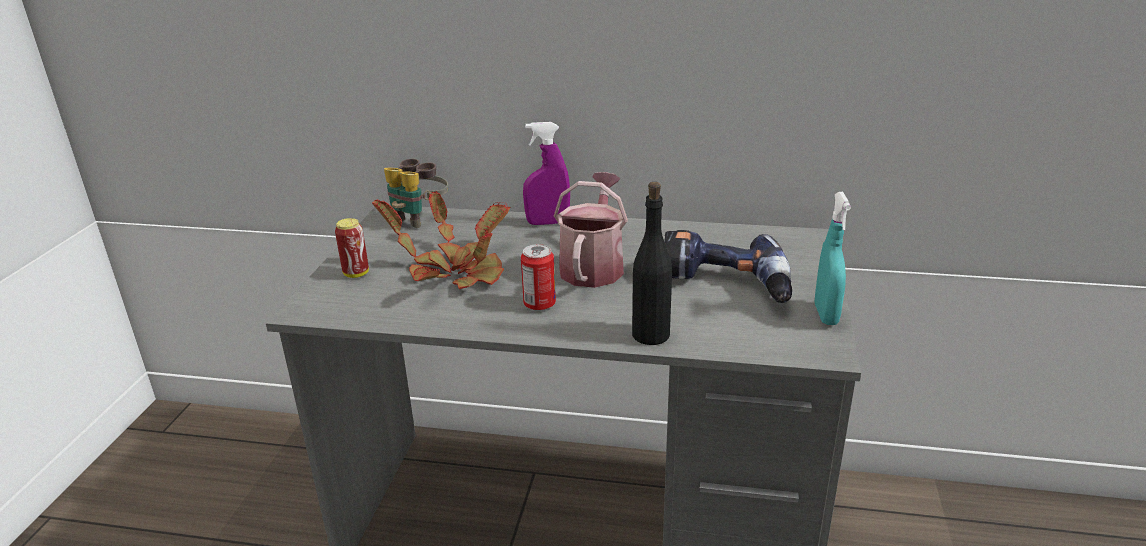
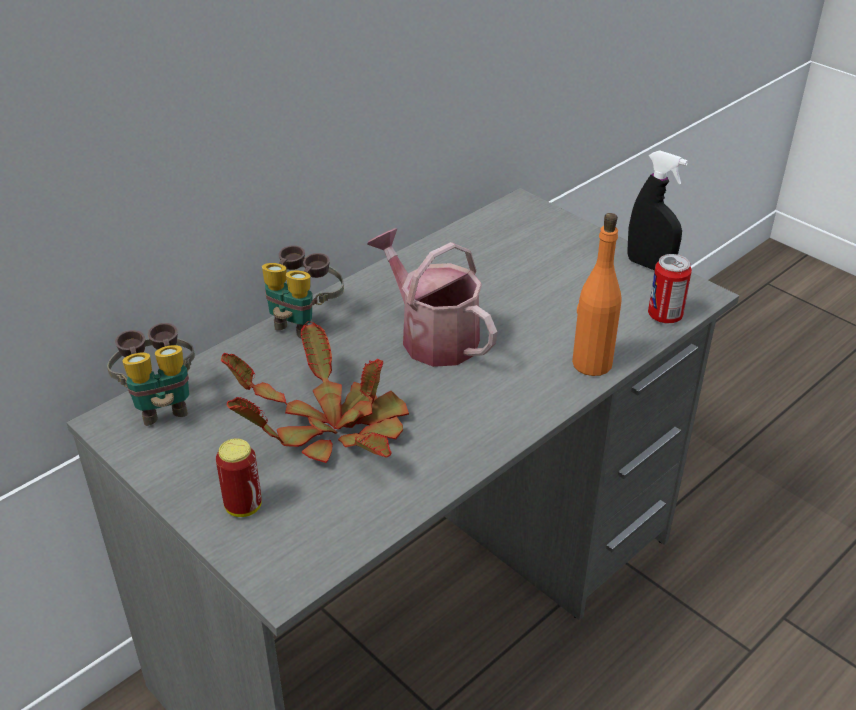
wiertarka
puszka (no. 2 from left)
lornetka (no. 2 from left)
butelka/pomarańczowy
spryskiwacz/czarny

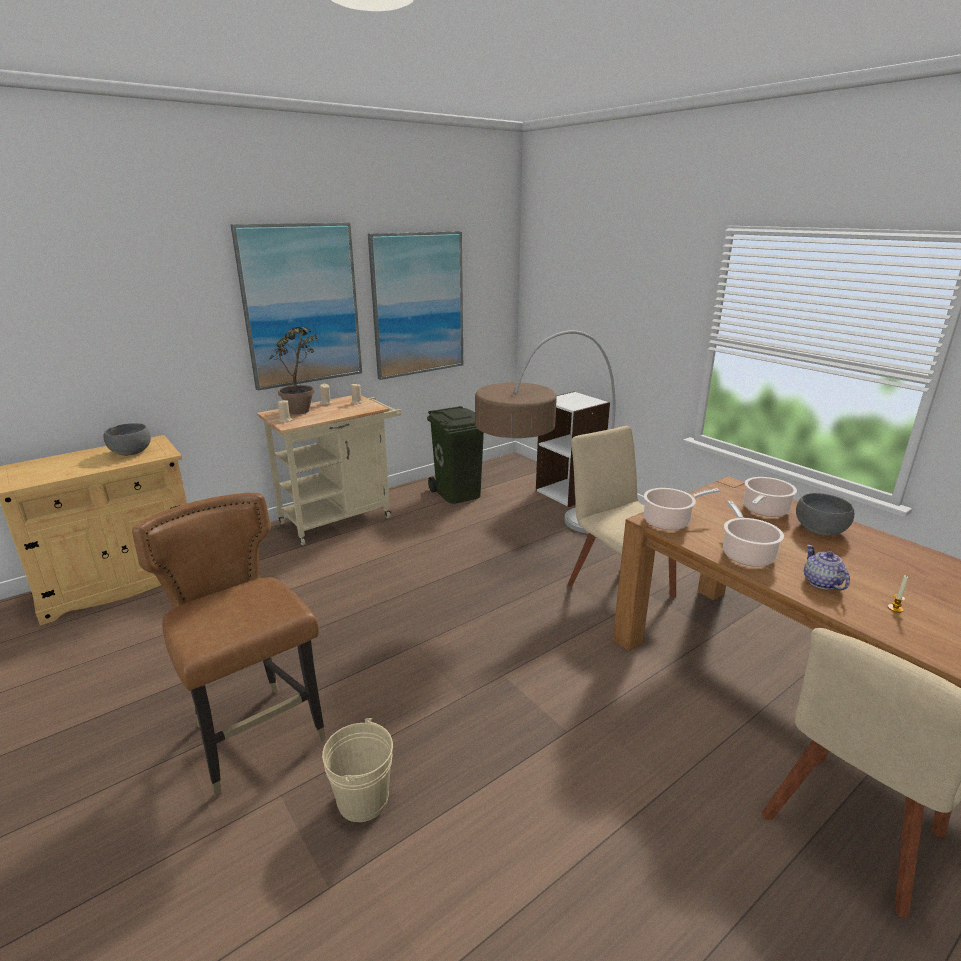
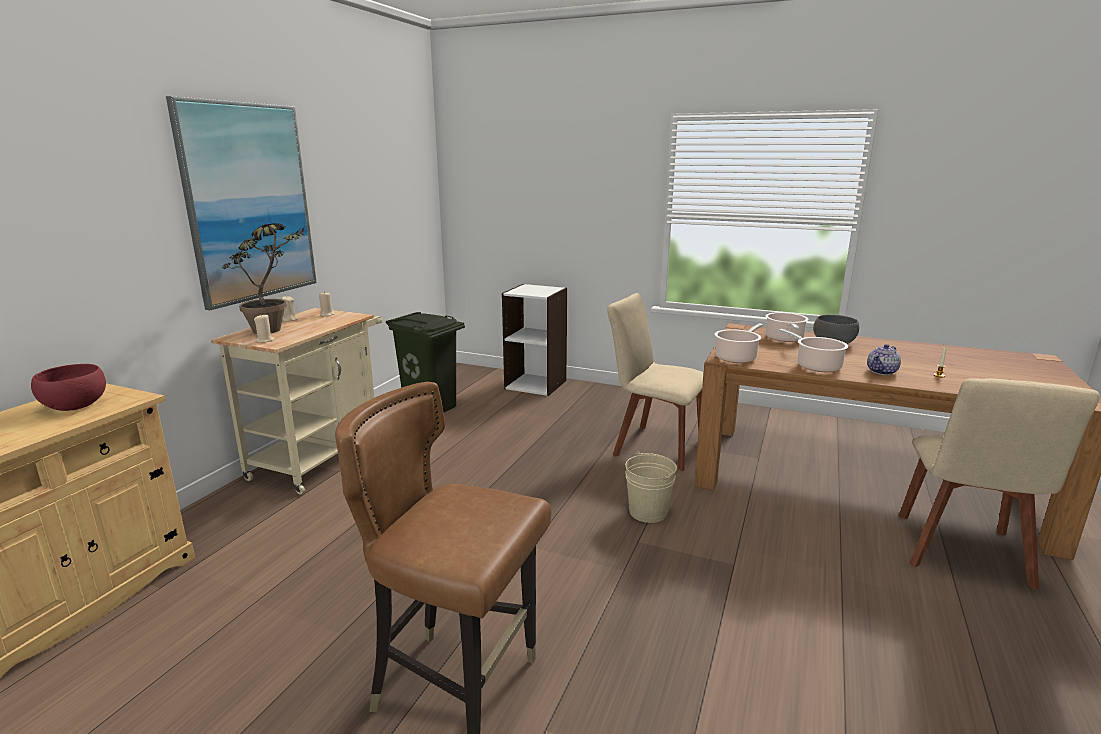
obraz (no. 2 from left in the first image)
lampa stojąca
wiadro/beżowy
miska/czerwony
imbryk

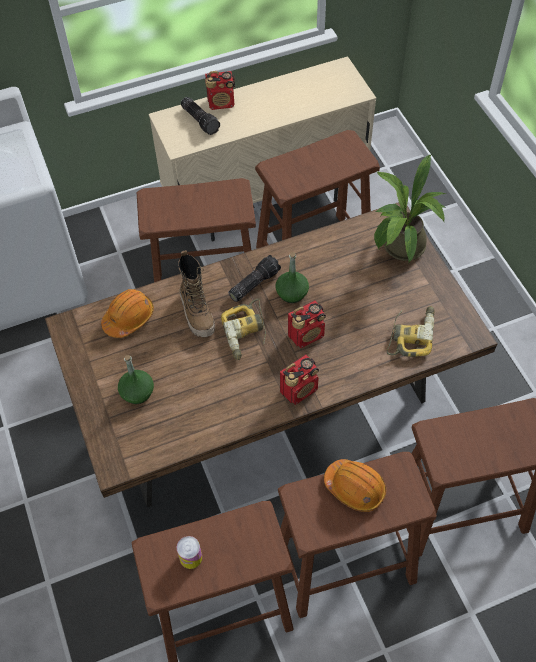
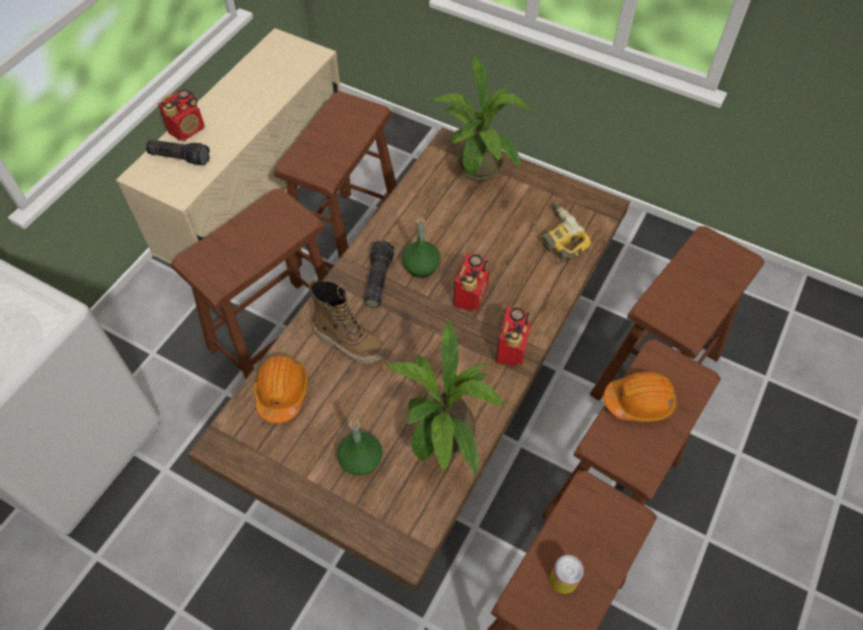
wiertarka (no. 1 from left in the first image)
roślina doniczkowa (no. 1 from left)

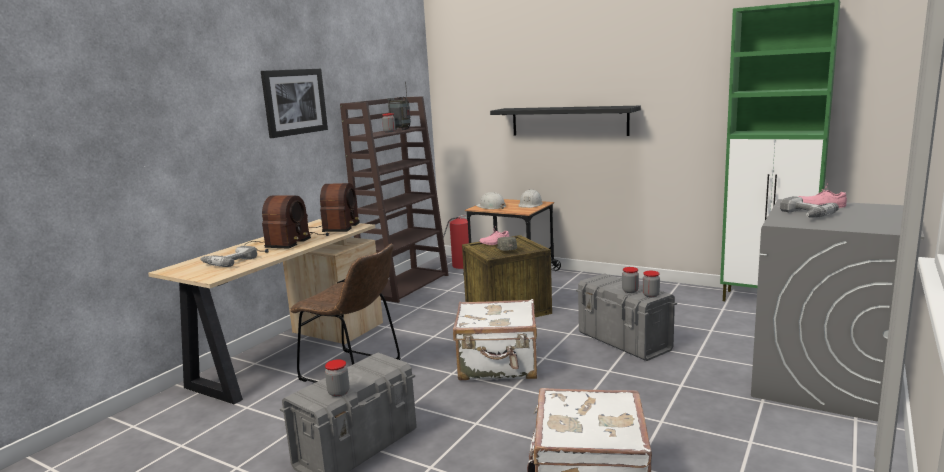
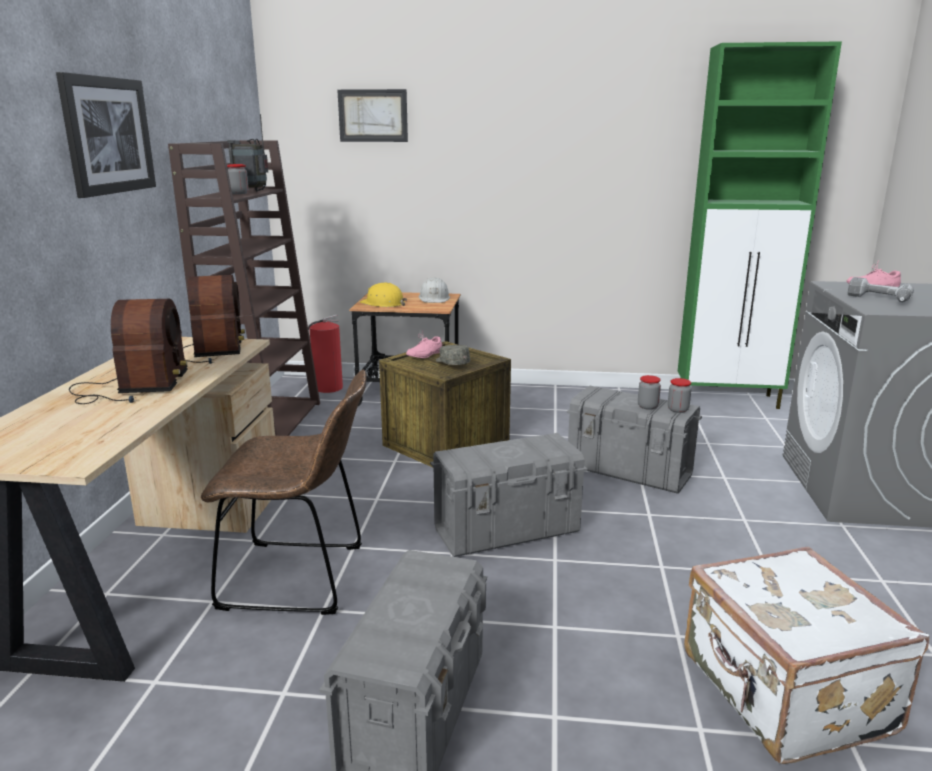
wiertarka (no. 1 from left in the first image)
słoik (no. 1 from left in the first image)
półka/czarny
obraz (no. 2 from left)
pojemnik do przechowywania/szary (no. 2 from left)
kask/żółty

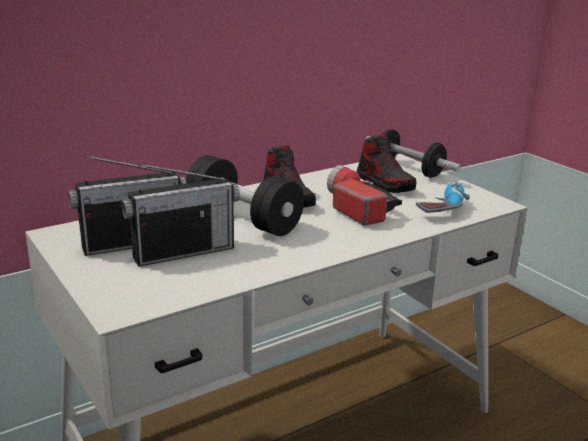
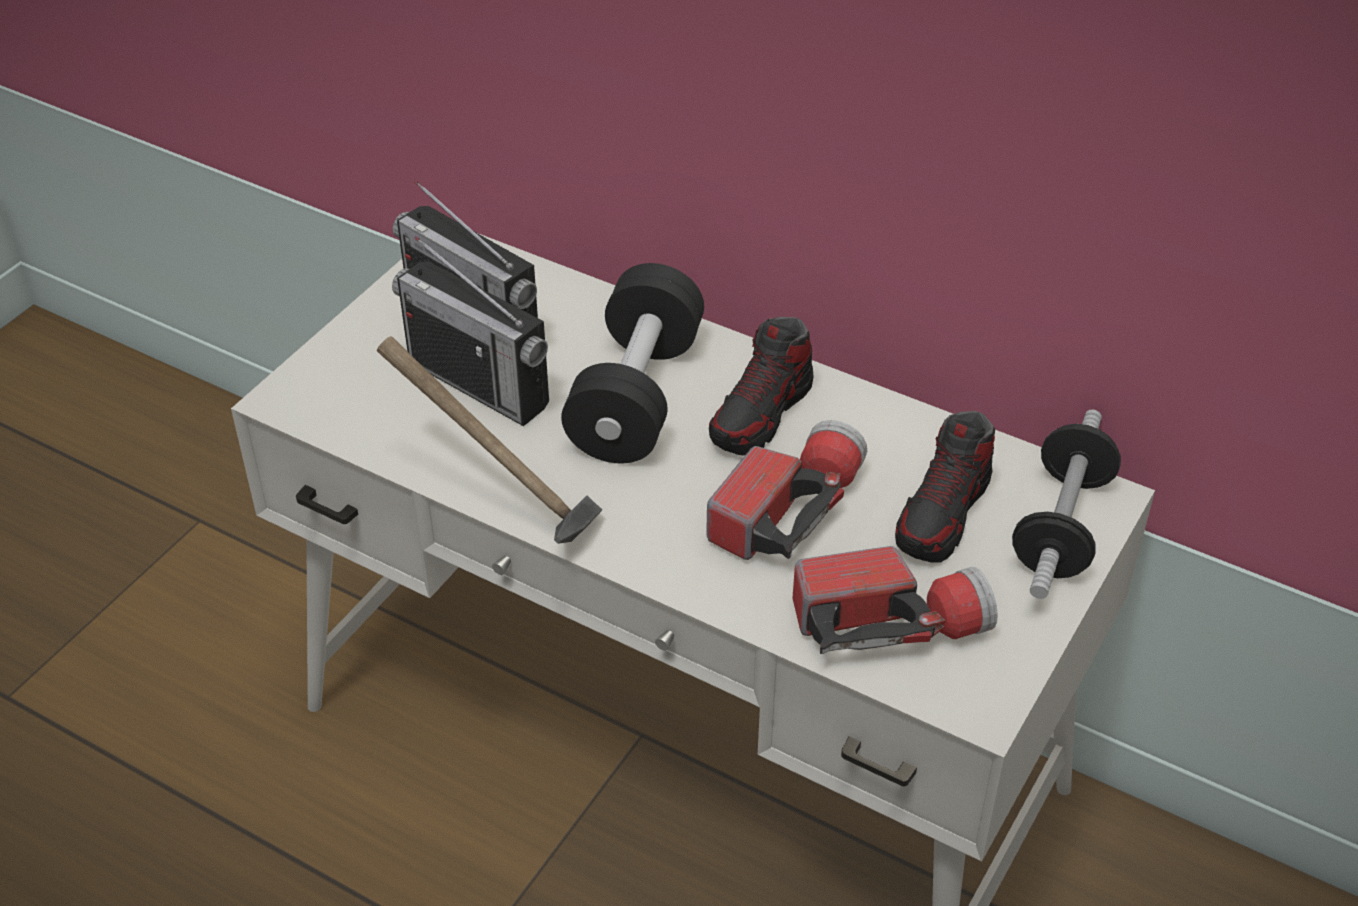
młotek
latarka (no. 2 from left)

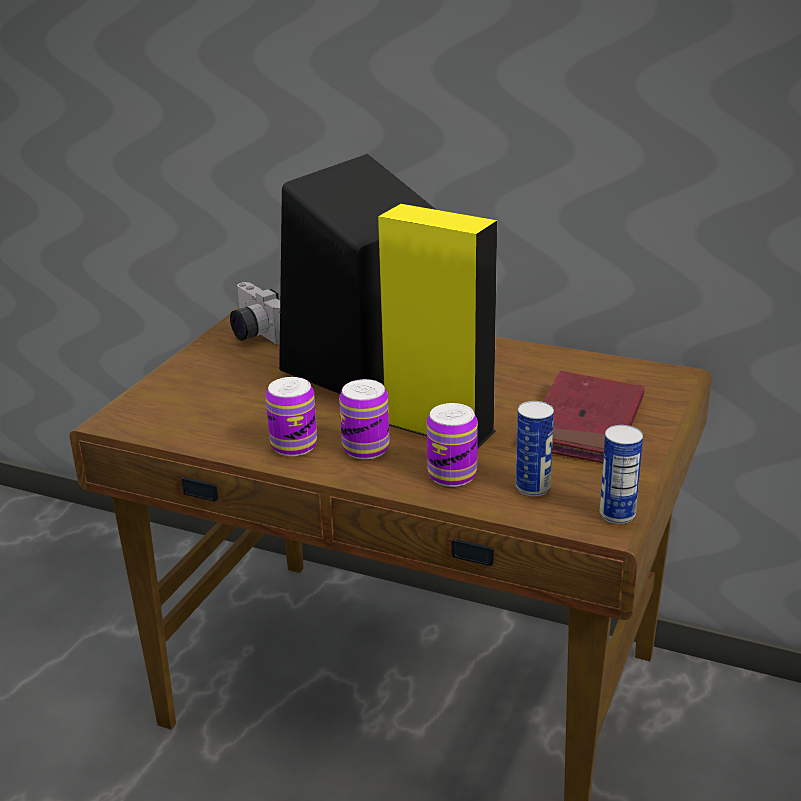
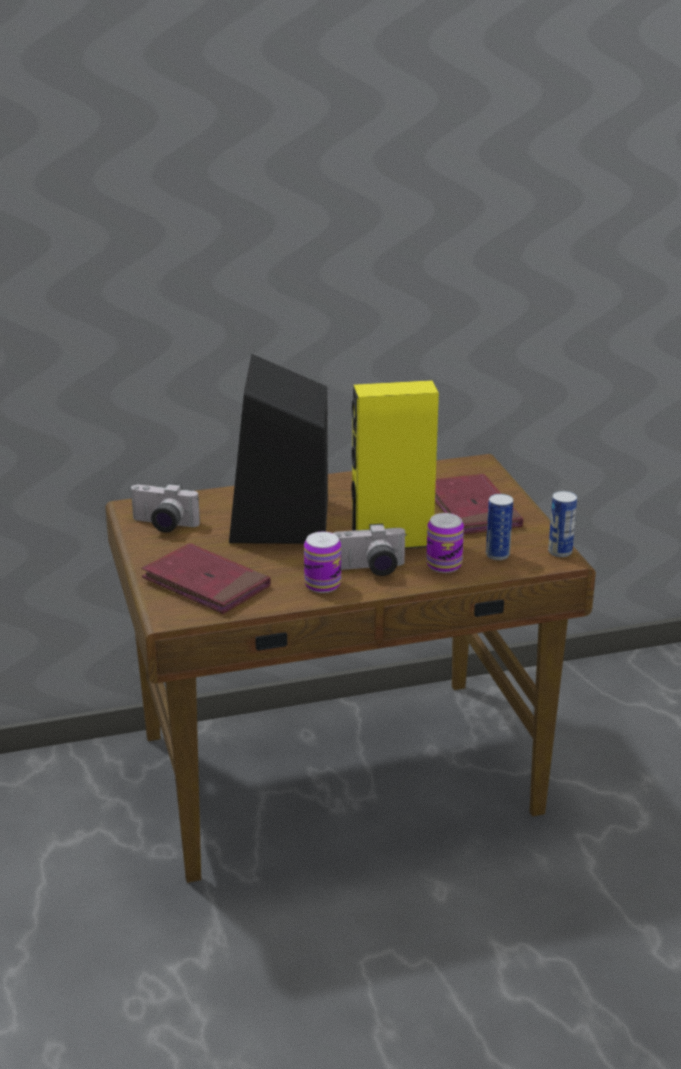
książka/czerwony (no. 1 from left)
aparat fotograficzny (no. 2 from left)

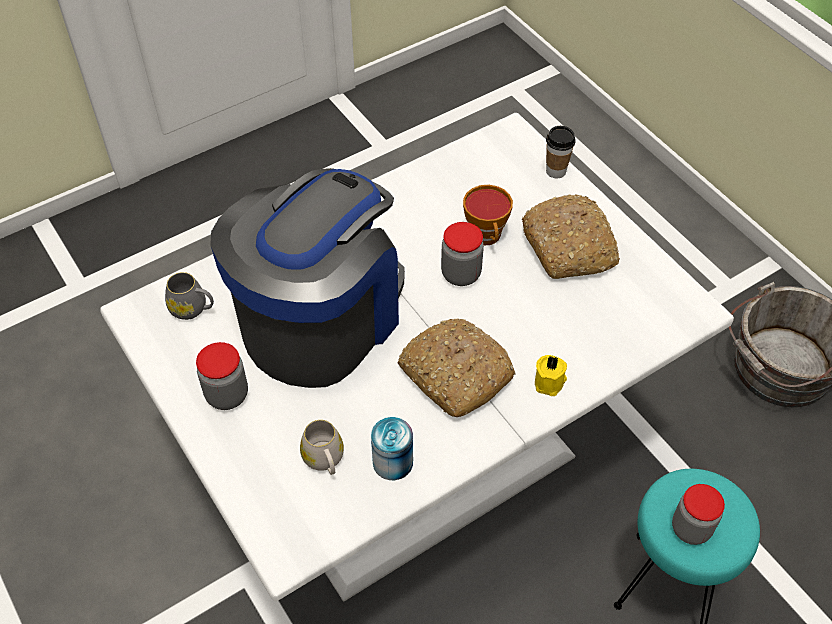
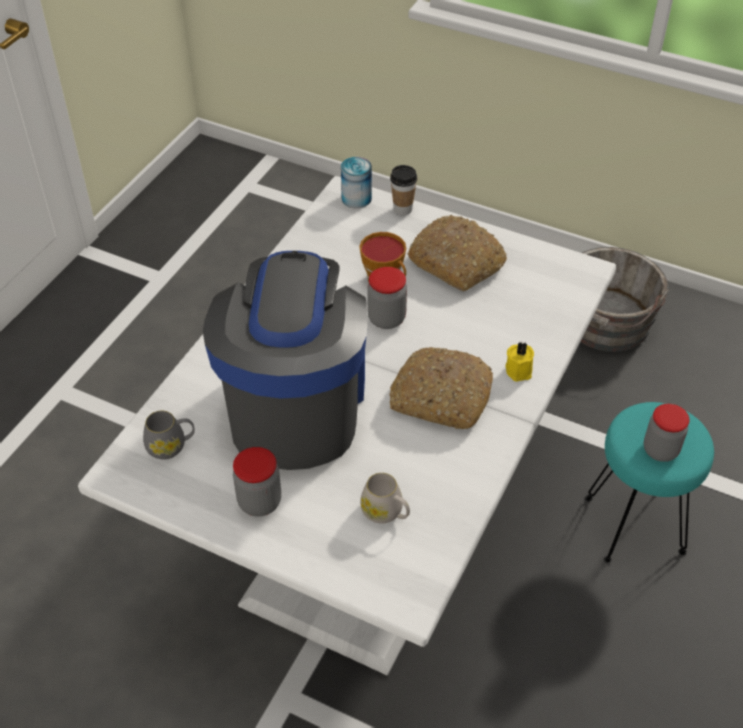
puszka

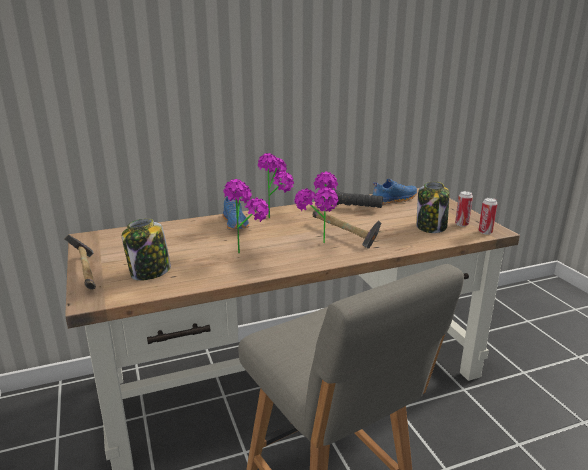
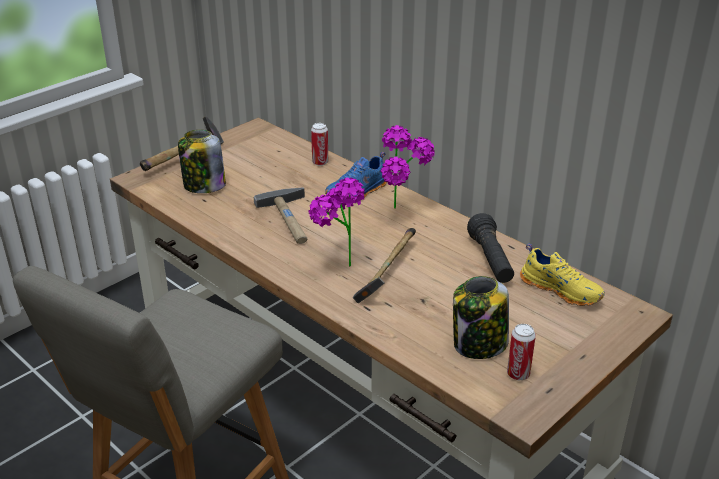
puszka (no. 1 from left)
młotek (no. 2 from left)
but/żółty

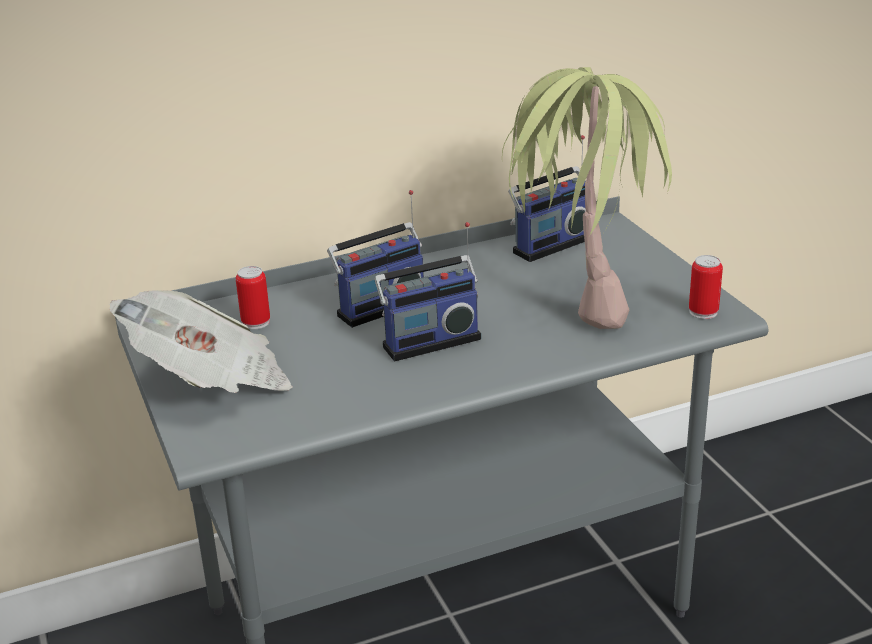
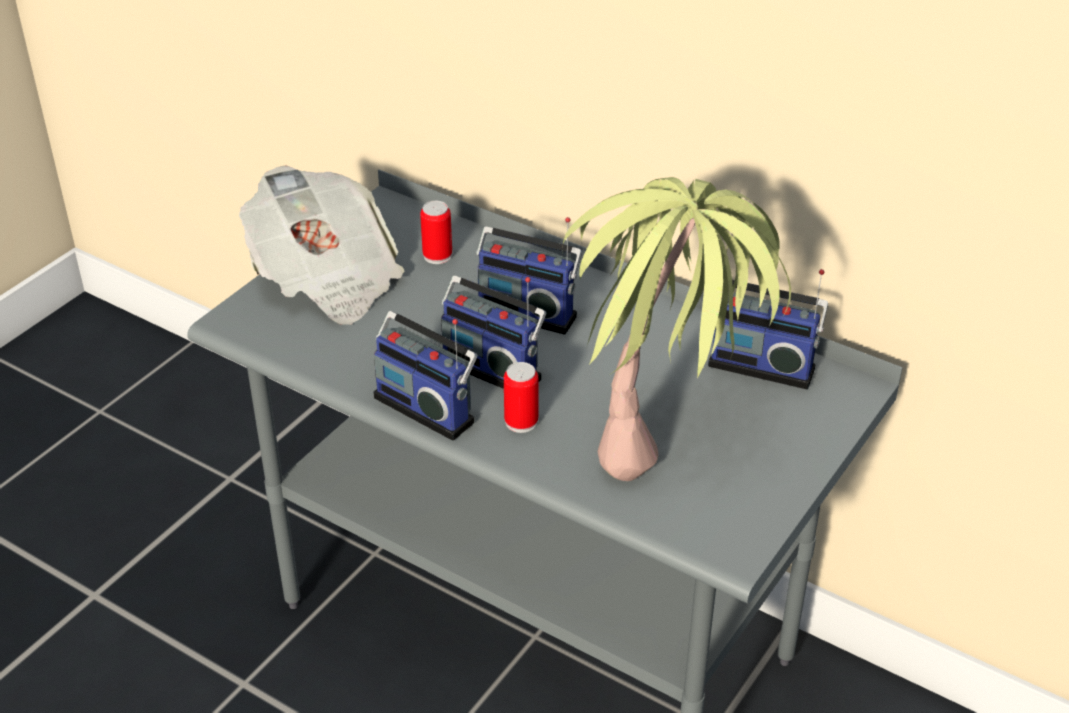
radio (no. 1 from left)
puszka (no. 2 from left)

